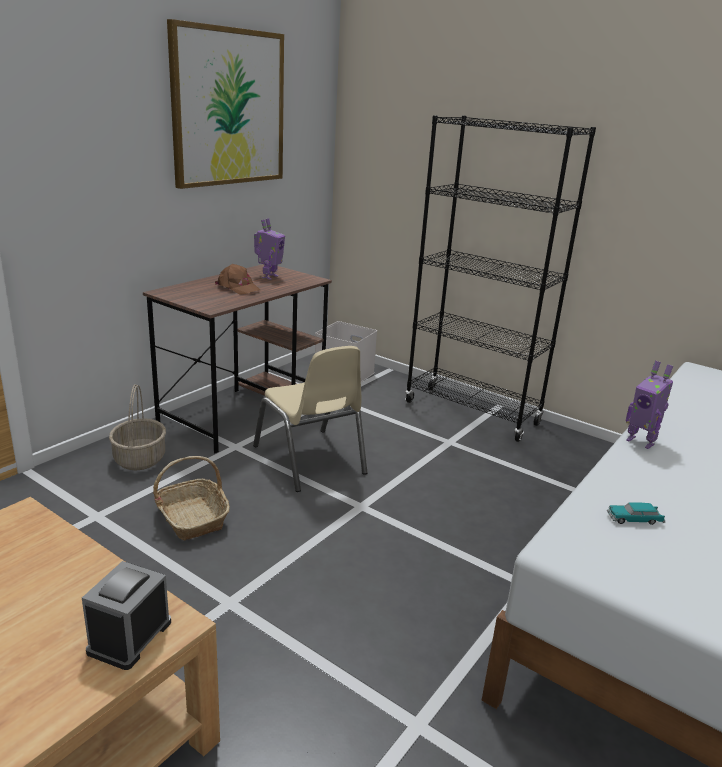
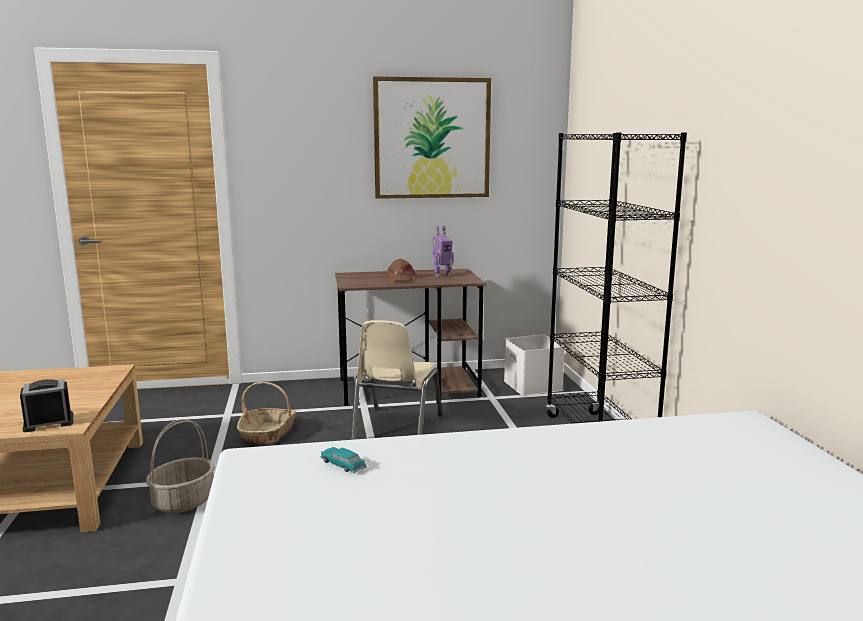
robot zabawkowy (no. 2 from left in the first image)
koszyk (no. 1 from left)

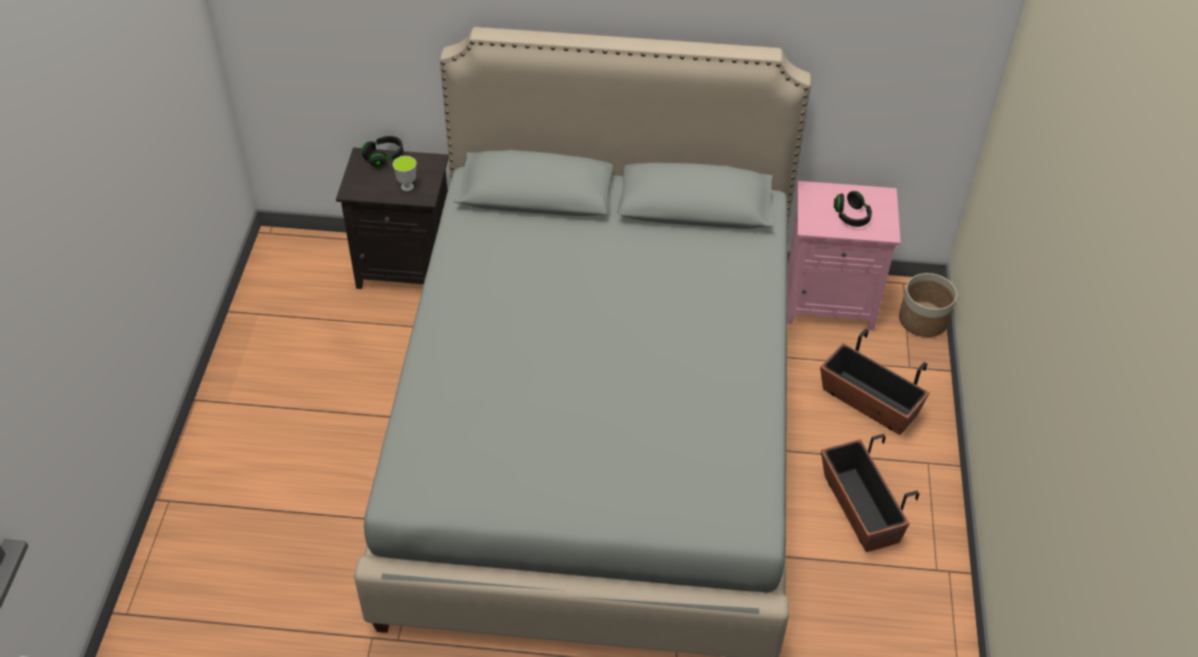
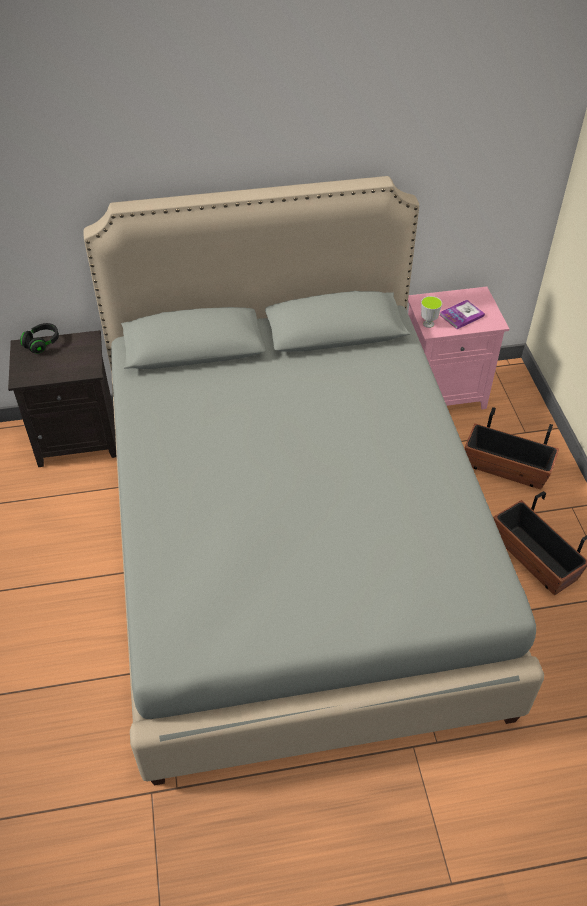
donica (no. 3 from left in the first image)
filiżanka
książka

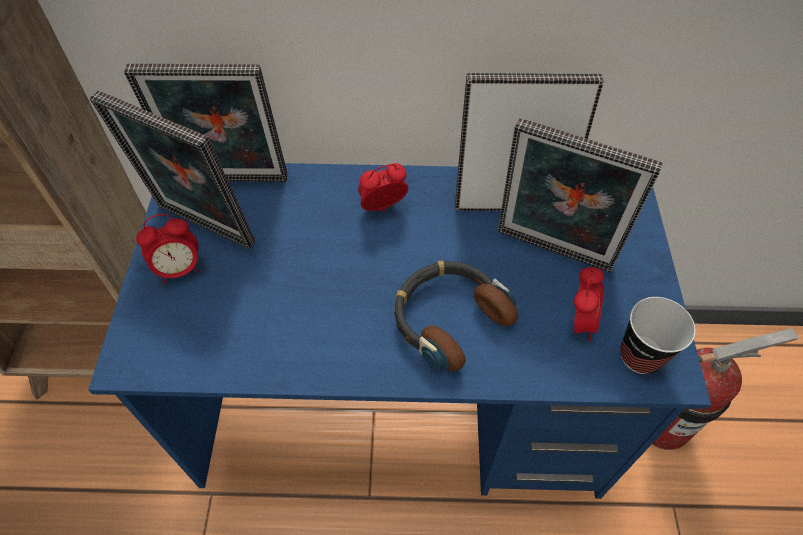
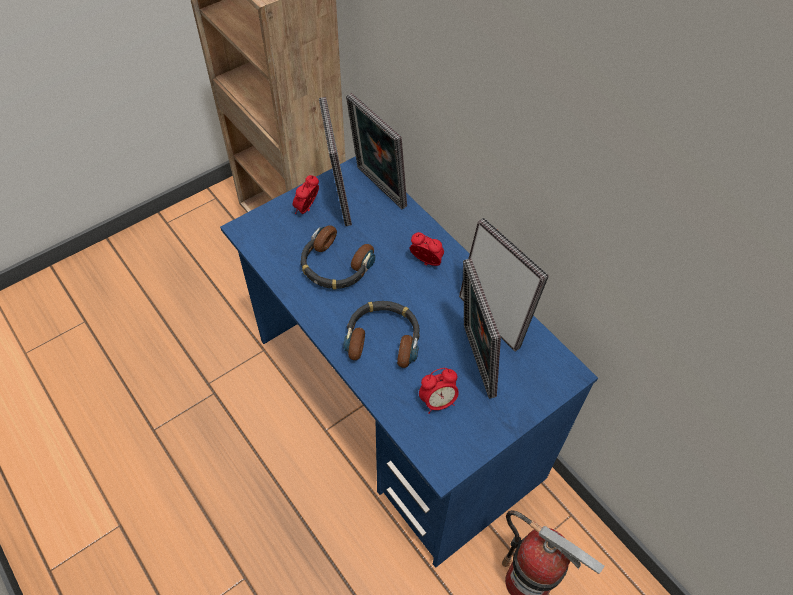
filiżanka
słuchawki (no. 1 from left)
budzik (no. 1 from left)

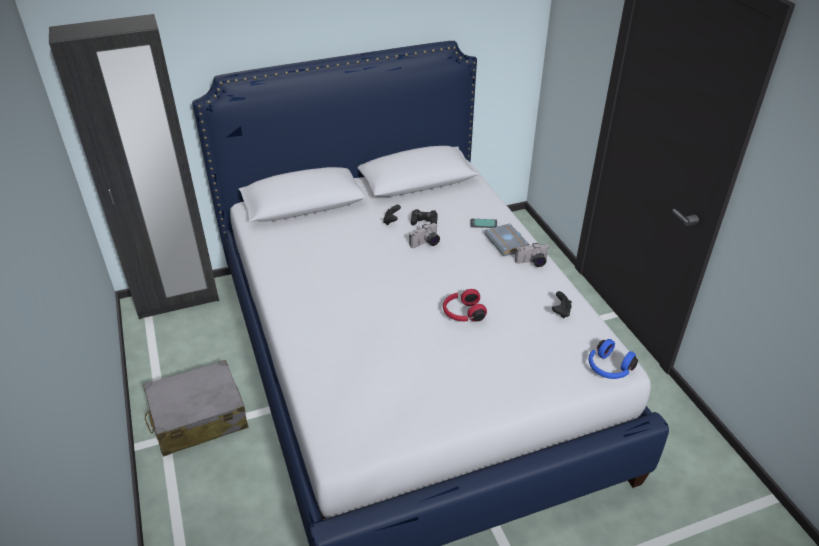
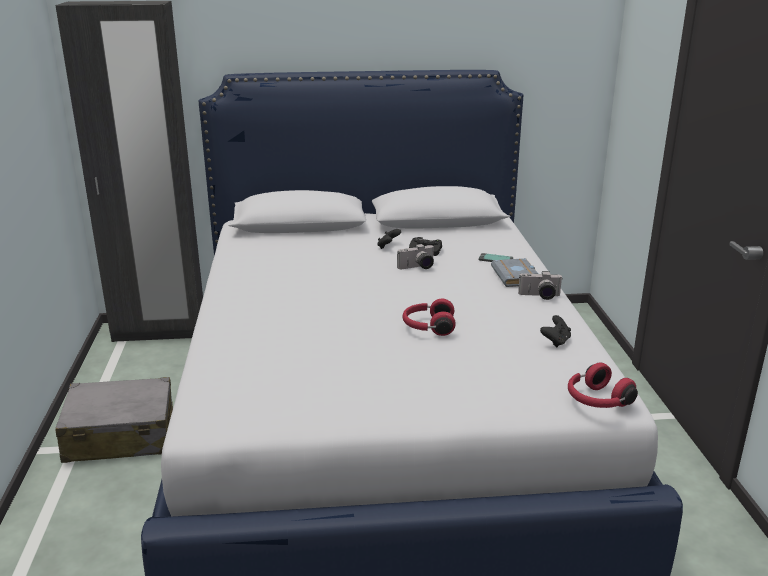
słuchawki/czerwony (no. 2 from left)

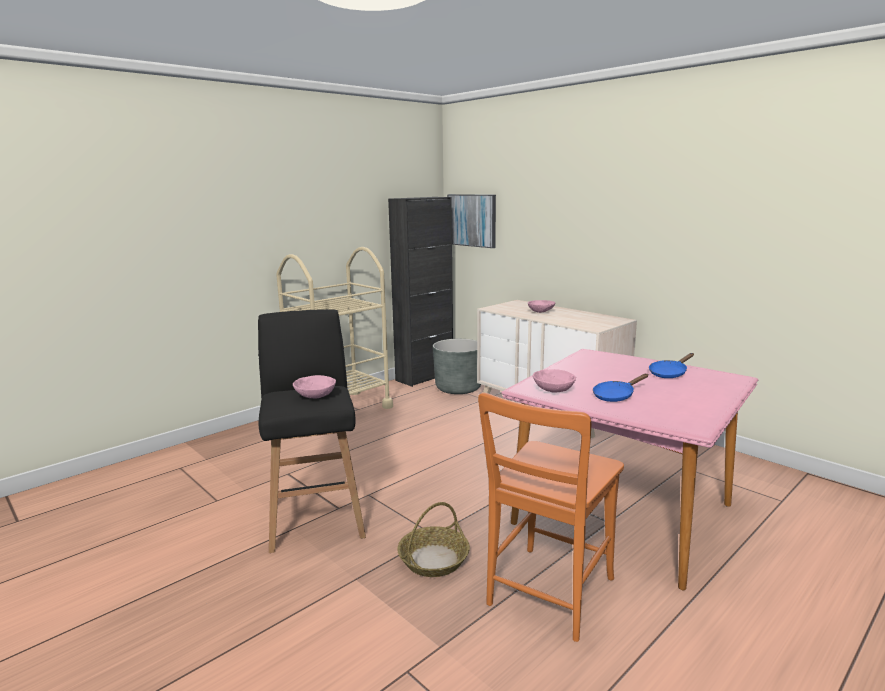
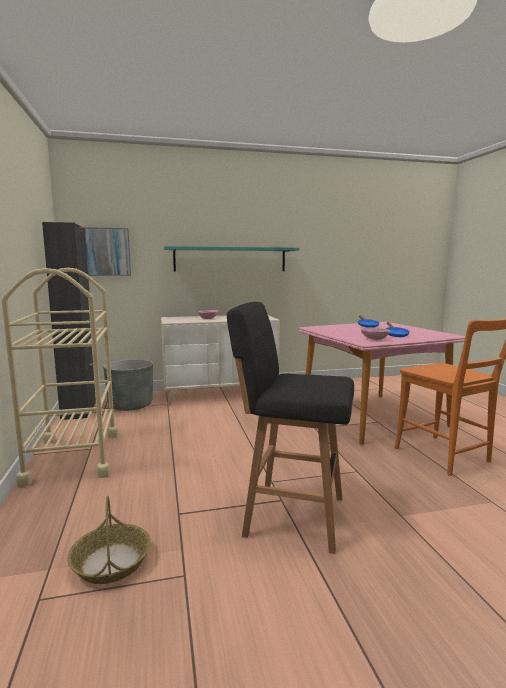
miska/różowy (no. 1 from left in the first image)
półka/turkusowy
koszyk

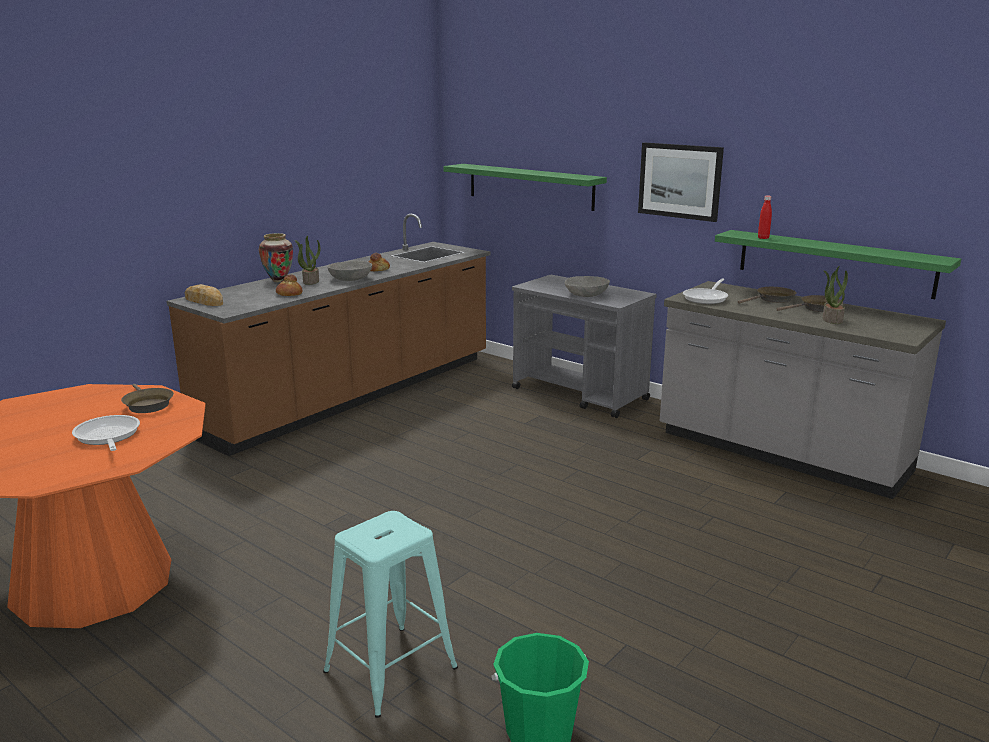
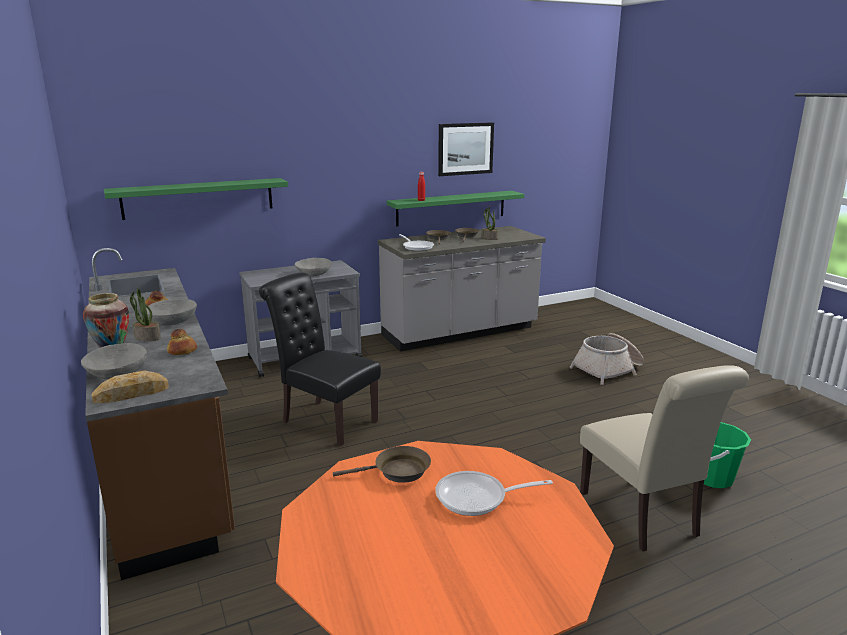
miska/szary (no. 1 from left)
krzesło/czarny
koszyk
obraz
krzesło/beżowy

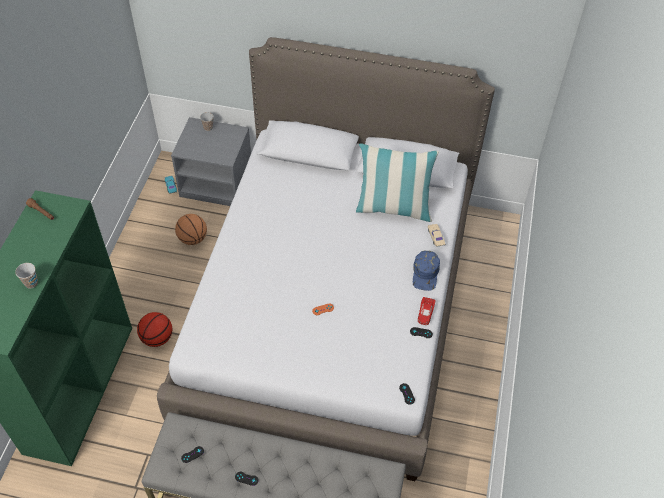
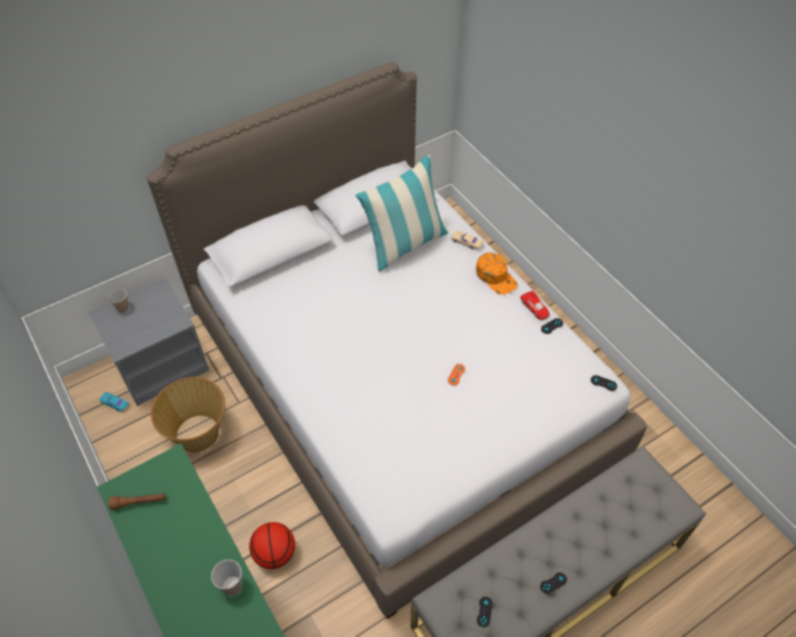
koszyk
czapka z daszkiem/pomarańczowy

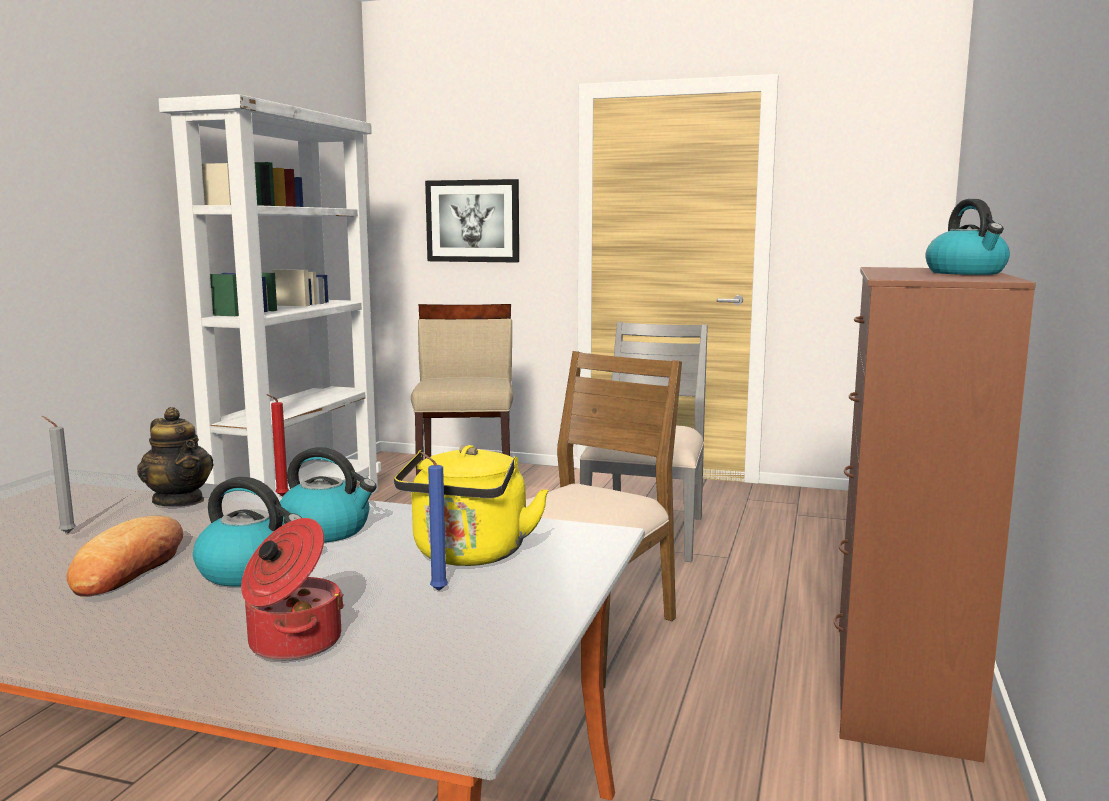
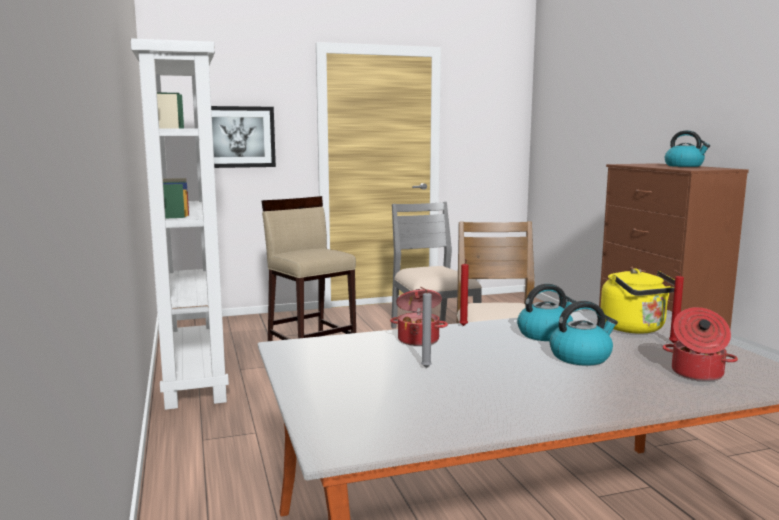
chleb
garnek (no. 1 from left)
świeca/czerwony (no. 2 from left)

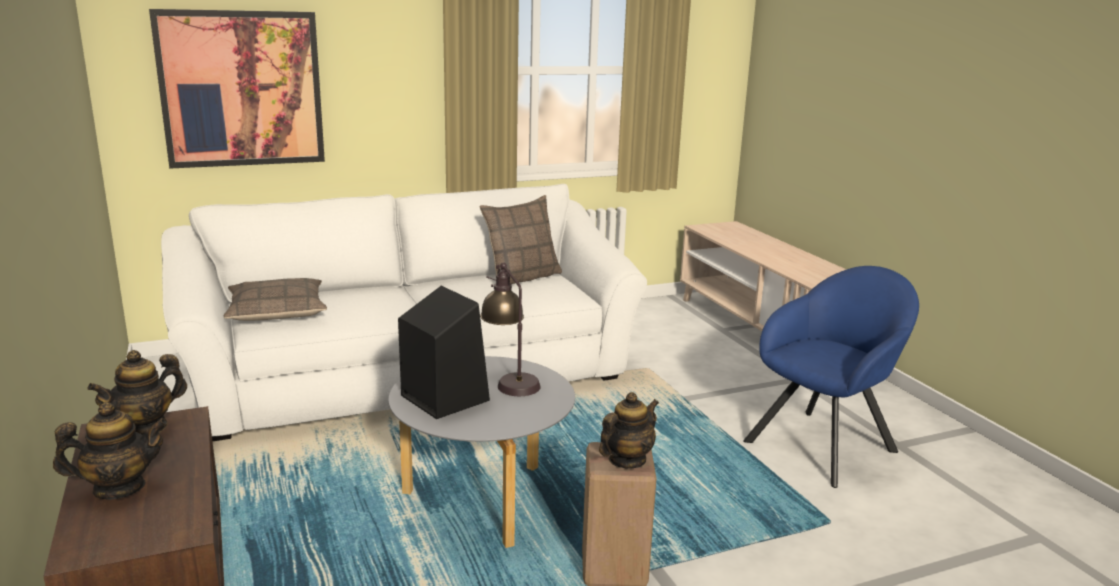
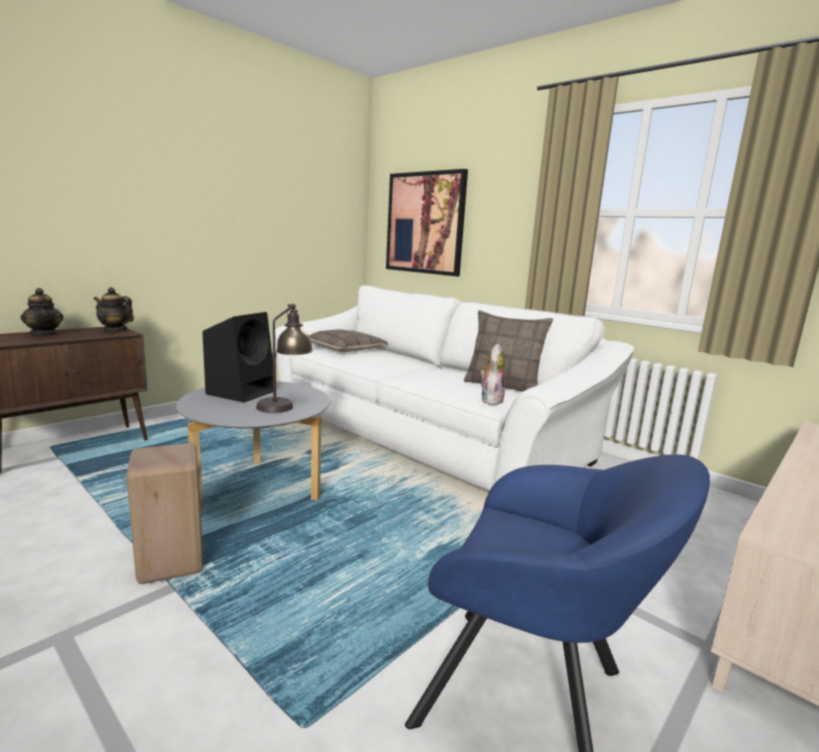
imbryk (no. 3 from left in the first image)
pluszak

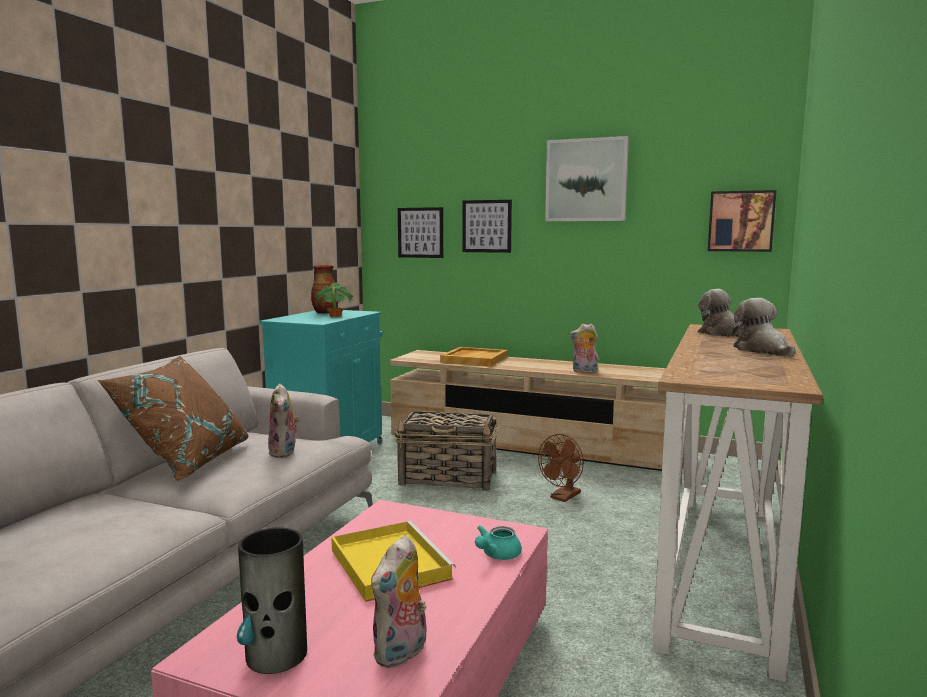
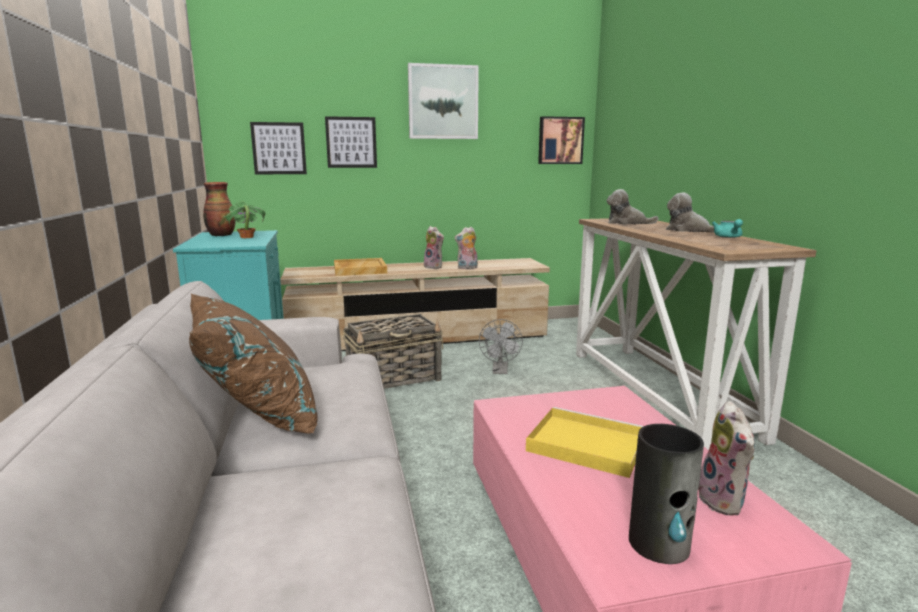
pluszak (no. 1 from left)
imbryk/turkusowy
wentylator/szary

